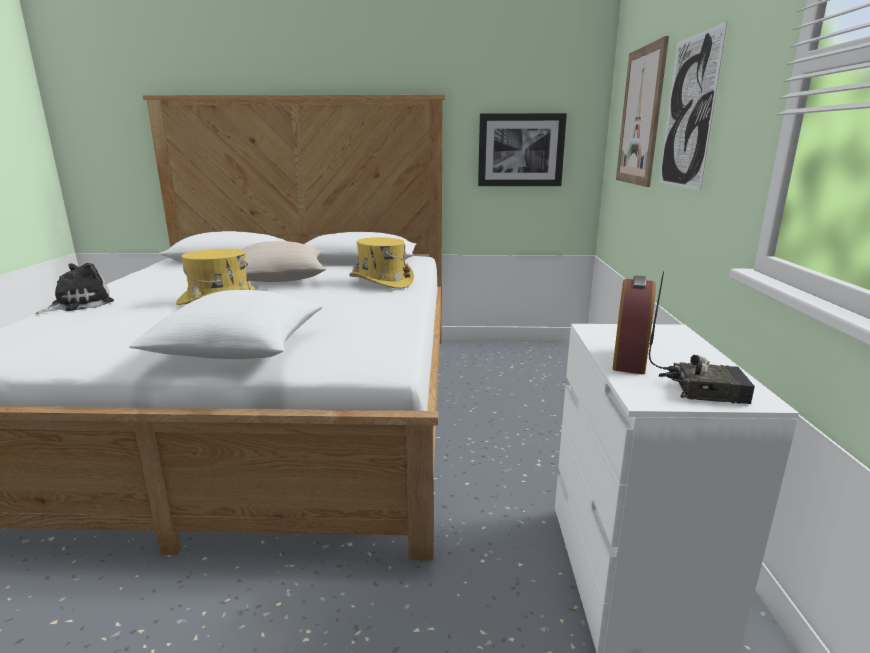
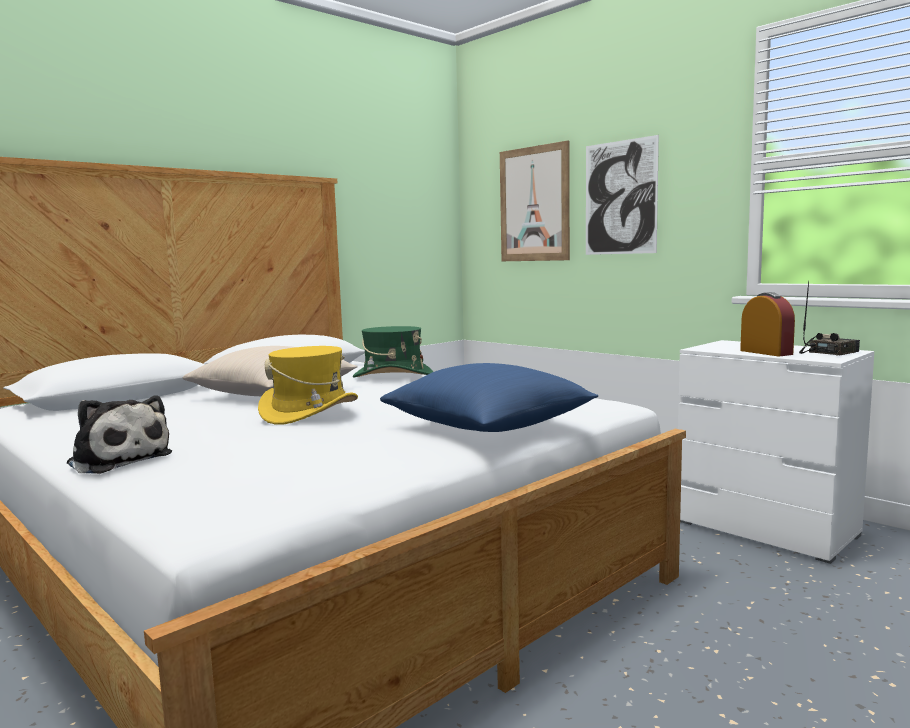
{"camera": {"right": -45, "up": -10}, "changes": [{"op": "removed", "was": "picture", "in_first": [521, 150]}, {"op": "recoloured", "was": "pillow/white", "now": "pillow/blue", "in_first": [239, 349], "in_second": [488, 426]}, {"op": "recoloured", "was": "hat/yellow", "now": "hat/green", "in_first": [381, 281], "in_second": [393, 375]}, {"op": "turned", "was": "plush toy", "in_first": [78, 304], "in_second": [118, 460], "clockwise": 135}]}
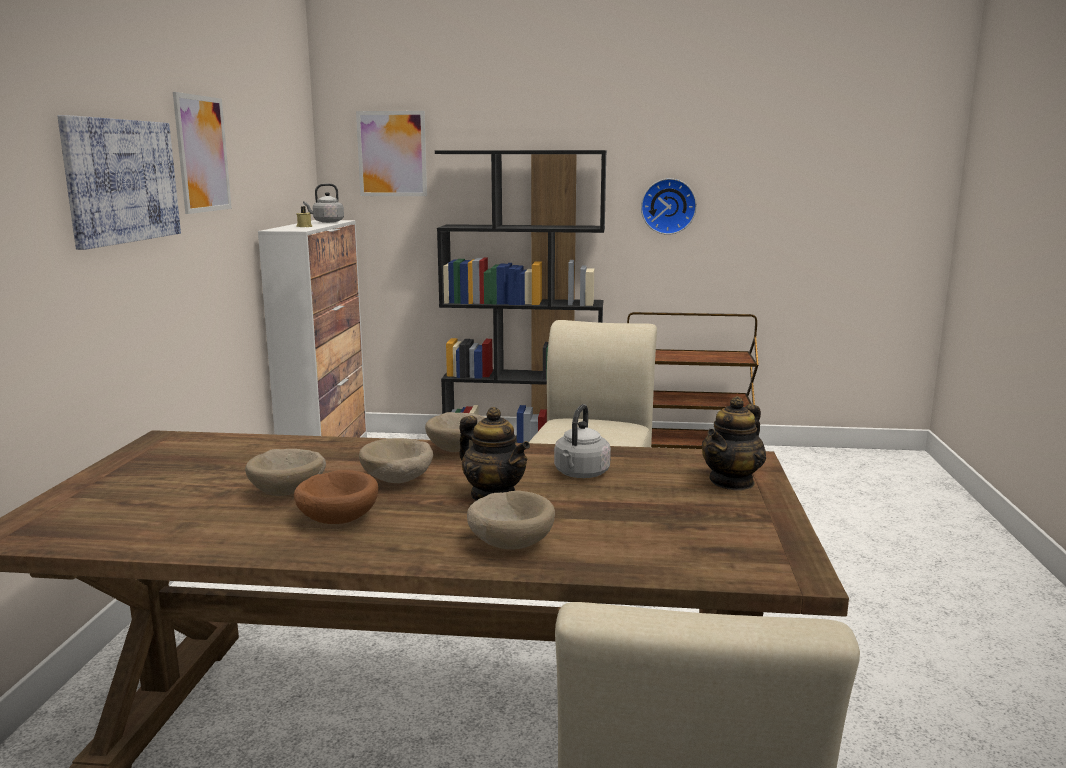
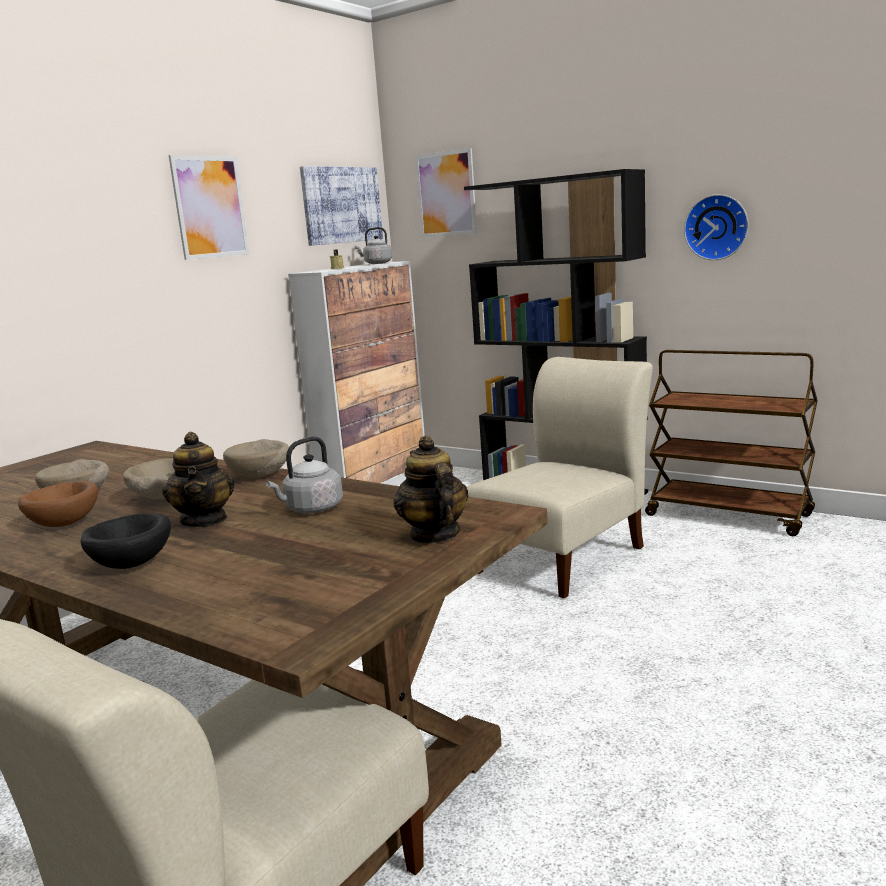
{"camera": {"right": 30, "up": 0}, "changes": [{"op": "moved", "was": "picture", "in_first": [121, 181], "in_second": [341, 205]}, {"op": "recoloured", "was": "bowl/beige", "now": "bowl/black", "in_first": [510, 543], "in_second": [133, 563]}, {"op": "turned", "was": "teapot", "in_first": [732, 482], "in_second": [433, 535], "clockwise": 90}]}
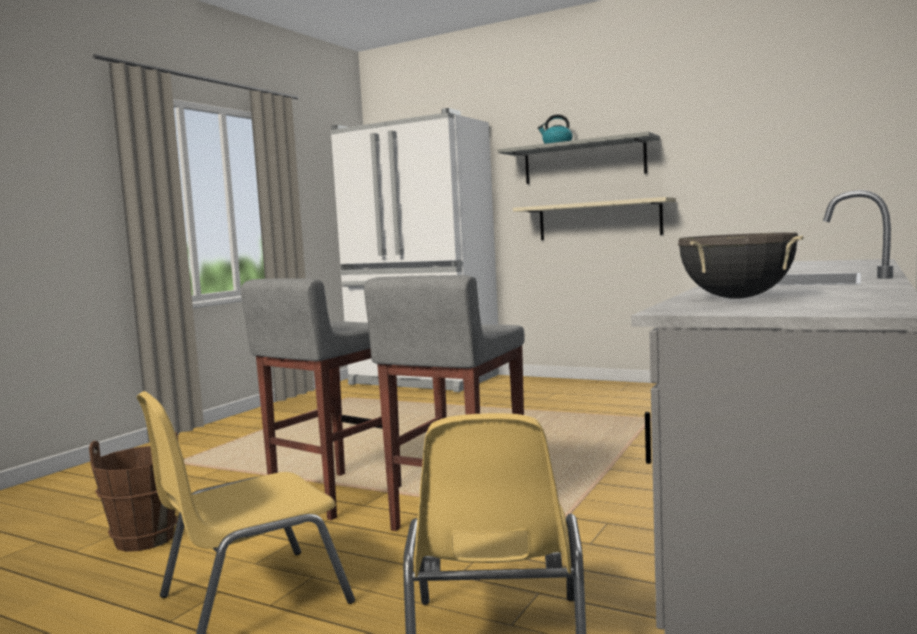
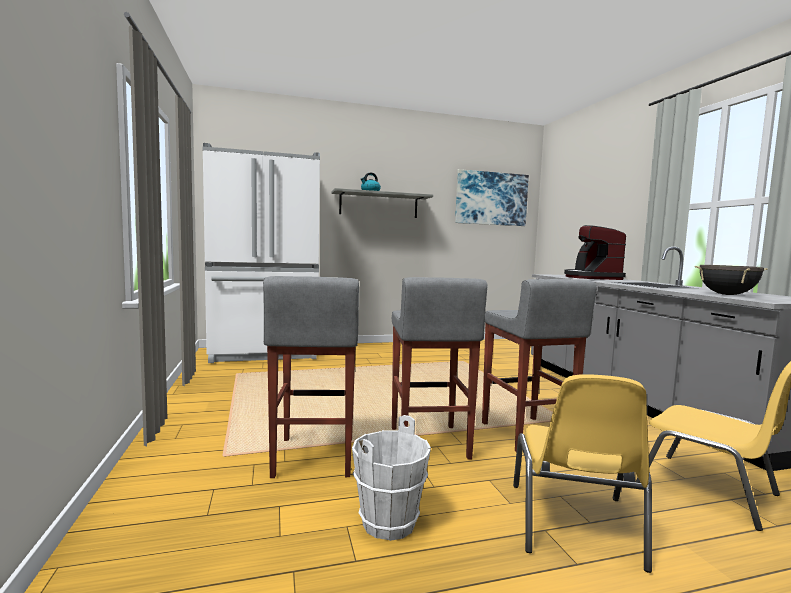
{"camera": {"right": -45, "up": 0}, "changes": [{"op": "removed", "was": "shelf/beige", "in_first": [599, 220]}, {"op": "added", "now": "stool/grey", "in_second": [313, 457]}, {"op": "added", "now": "picture", "in_second": [491, 198]}, {"op": "added", "now": "coffee machine", "in_second": [591, 278]}, {"op": "recoloured", "was": "bucket/brown", "now": "bucket/white", "in_first": [144, 540], "in_second": [389, 523]}]}
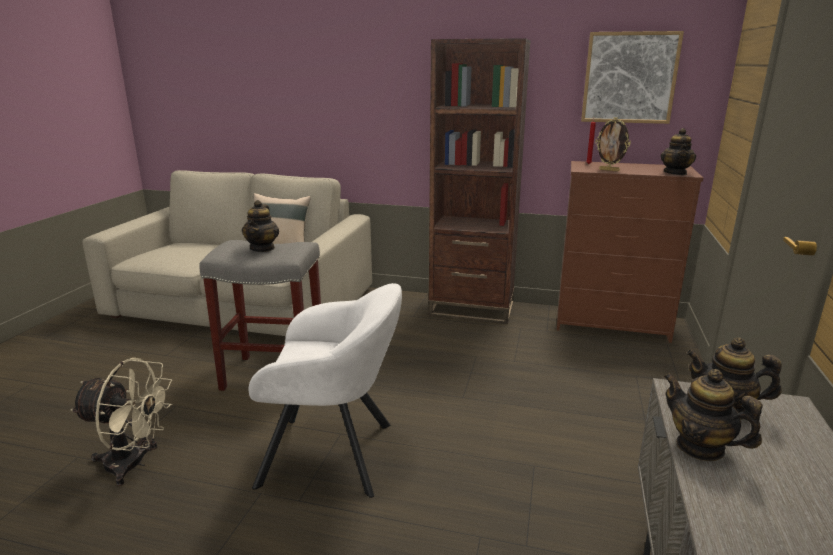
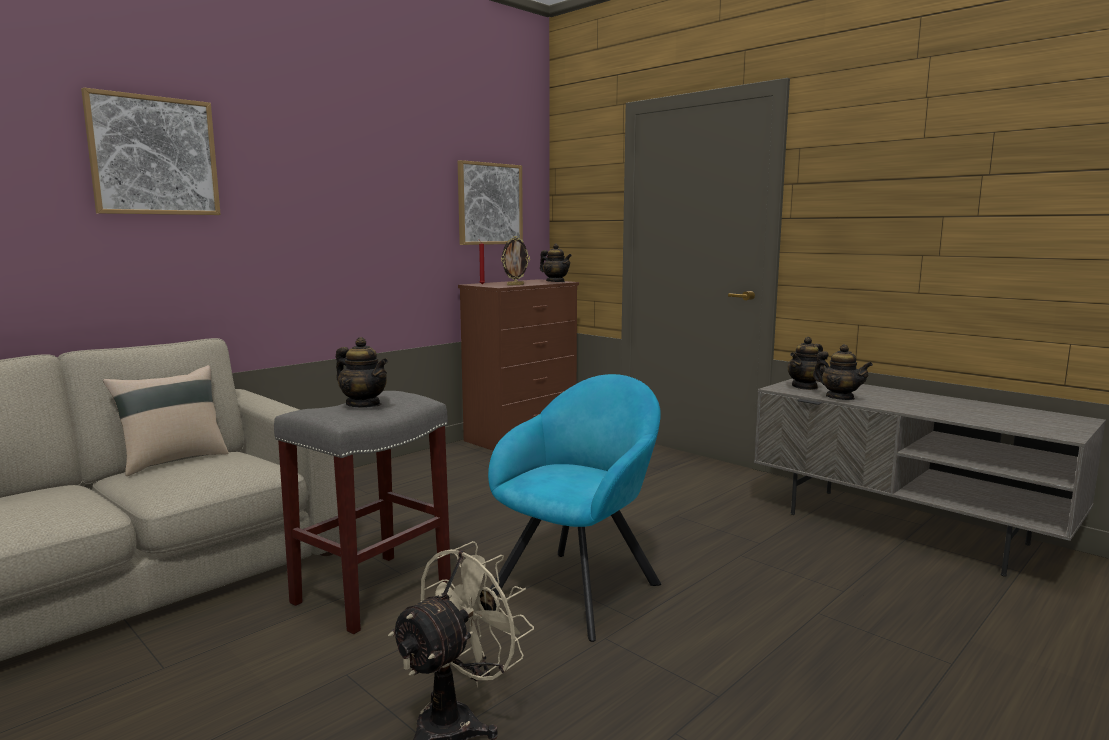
{"camera": {"right": -60, "up": -10}, "changes": [{"op": "removed", "was": "bookcase/brown", "in_first": [471, 309]}, {"op": "added", "now": "picture", "in_second": [154, 156]}, {"op": "recoloured", "was": "armchair/white", "now": "armchair/turquoise", "in_first": [335, 454], "in_second": [580, 587]}, {"op": "turned", "was": "teapot", "in_first": [700, 447], "in_second": [840, 398], "clockwise": -120}]}
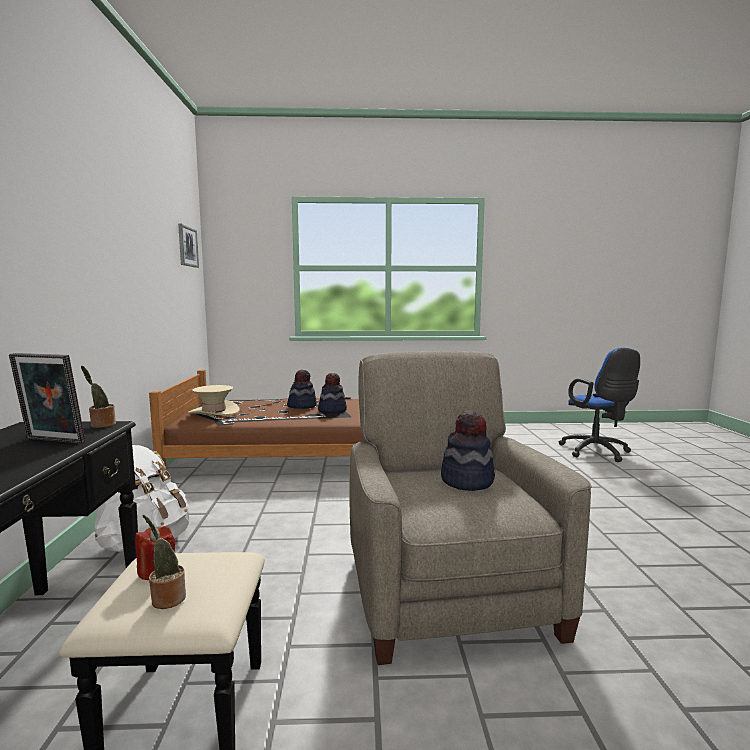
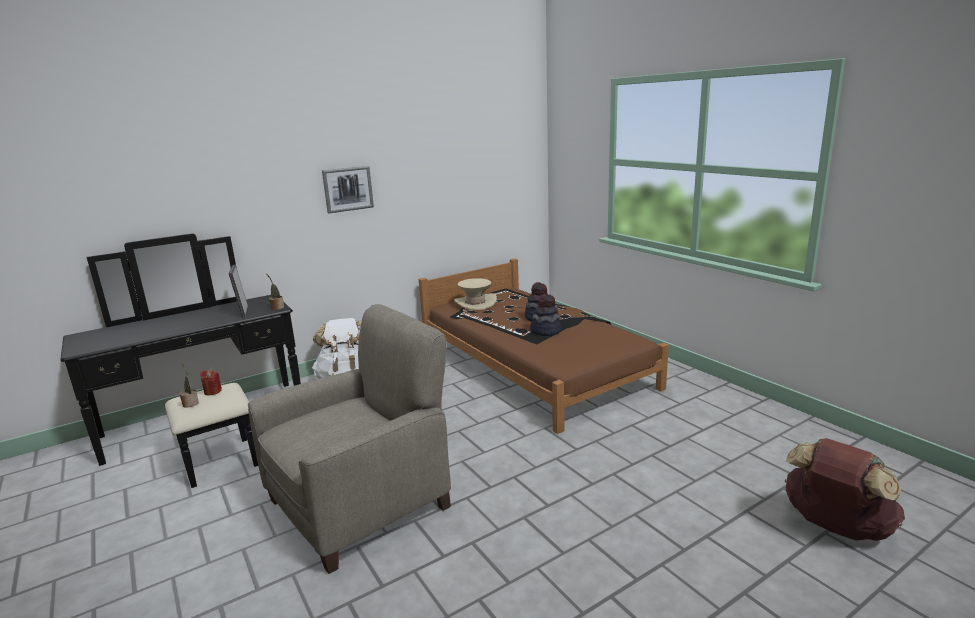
{"camera": {"right": 60, "up": 10}, "changes": [{"op": "removed", "was": "hat", "in_first": [467, 481]}, {"op": "moved", "was": "picture", "in_first": [187, 246], "in_second": [348, 189]}, {"op": "replaced", "was": "office chair/blue", "now": "backpack/brown", "in_first": [597, 452], "in_second": [835, 527]}]}
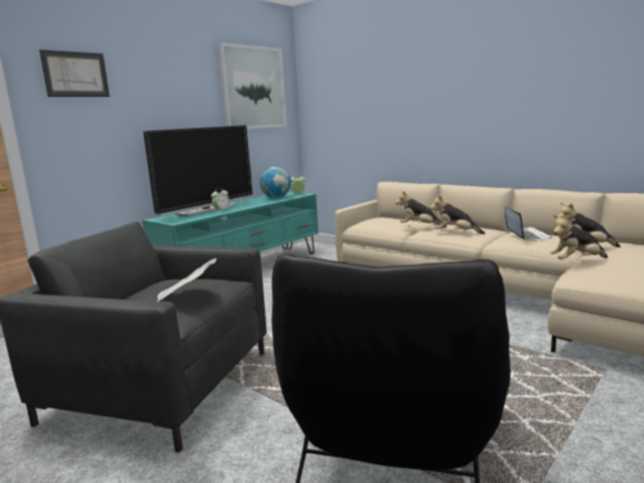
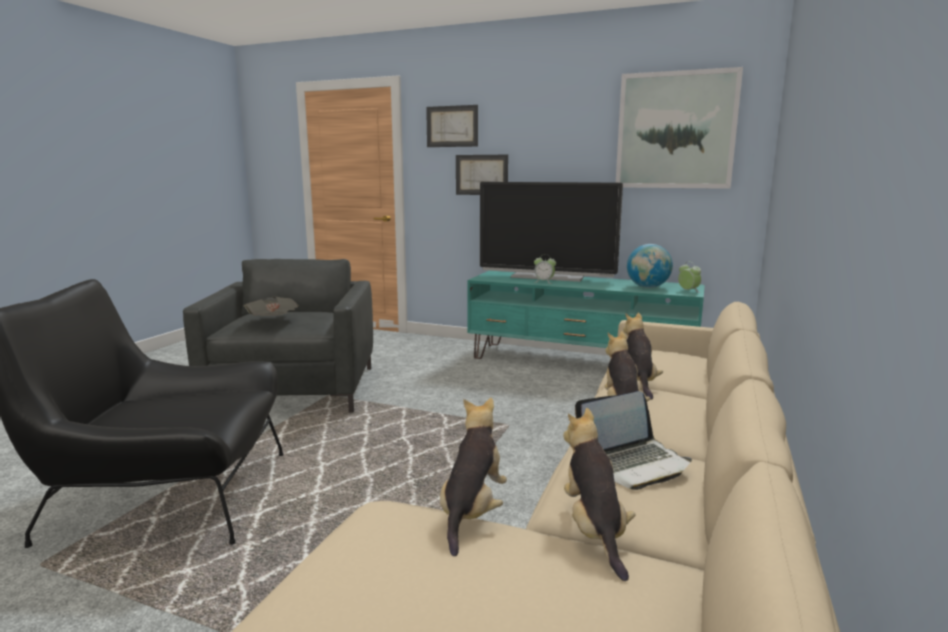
{"camera": {"right": 70, "up": 0}, "changes": [{"op": "added", "now": "picture", "in_second": [481, 175]}, {"op": "turned", "was": "plush toy", "in_first": [576, 261], "in_second": [472, 511], "clockwise": 45}]}
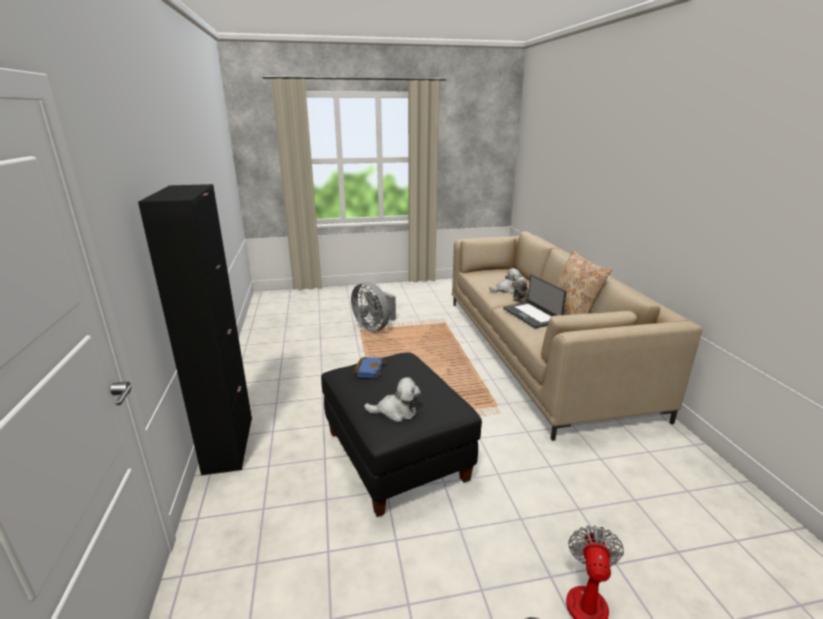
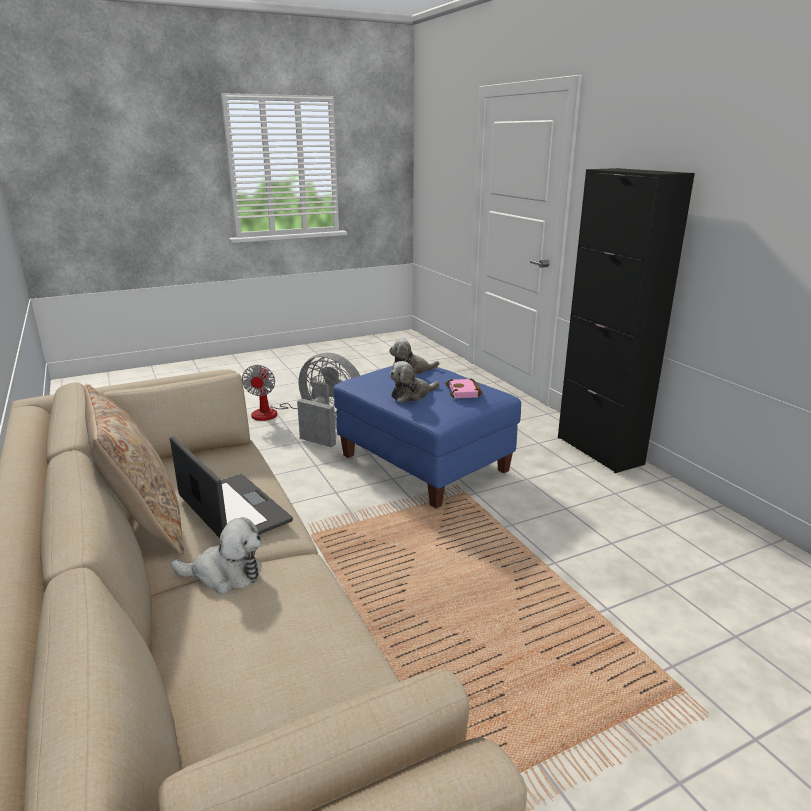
{"camera": {"right": 165, "up": 0}, "changes": [{"op": "moved", "was": "fan/grey", "in_first": [374, 327], "in_second": [329, 427]}, {"op": "moved", "was": "plush toy", "in_first": [506, 290], "in_second": [412, 395]}, {"op": "recoloured", "was": "ottoman/black", "now": "ottoman/blue", "in_first": [396, 456], "in_second": [424, 464]}, {"op": "recoloured", "was": "book/blue", "now": "book/pink", "in_first": [369, 369], "in_second": [465, 392]}]}
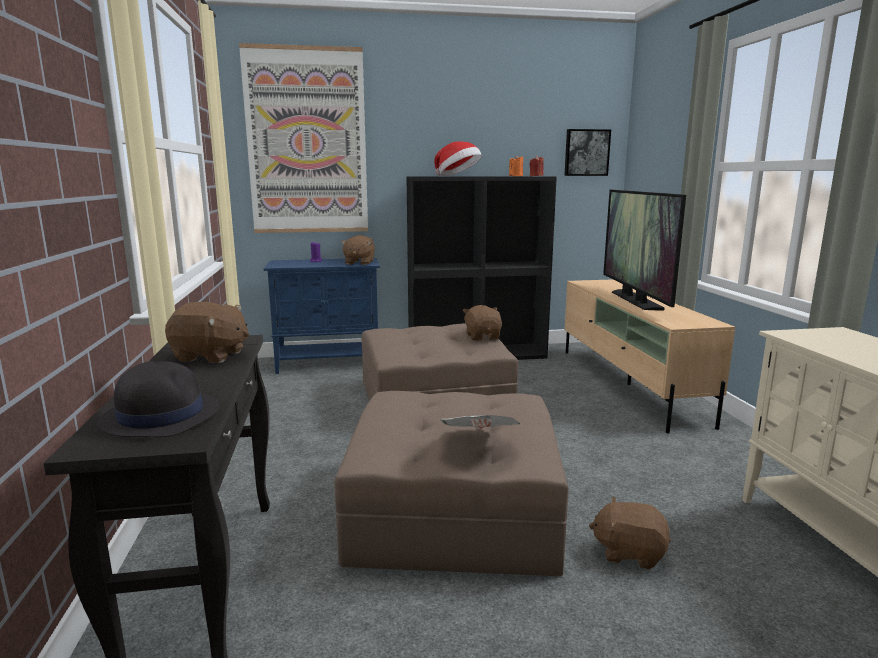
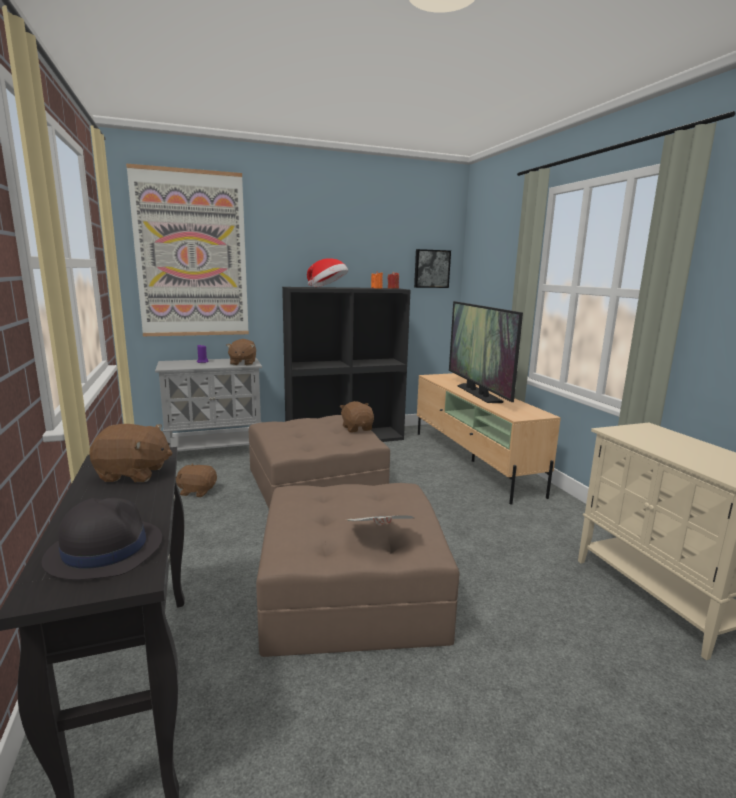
{"camera": {"right": -10, "up": 0}, "changes": [{"op": "moved", "was": "plush toy/brown", "in_first": [629, 552], "in_second": [197, 491]}, {"op": "recoloured", "was": "cabinet/blue", "now": "cabinet/grey", "in_first": [329, 363], "in_second": [216, 452]}]}
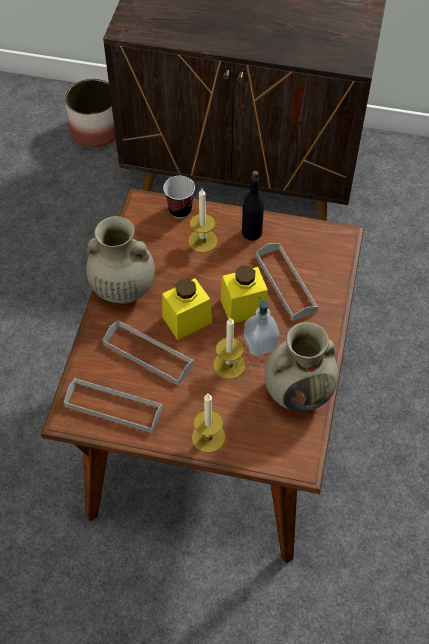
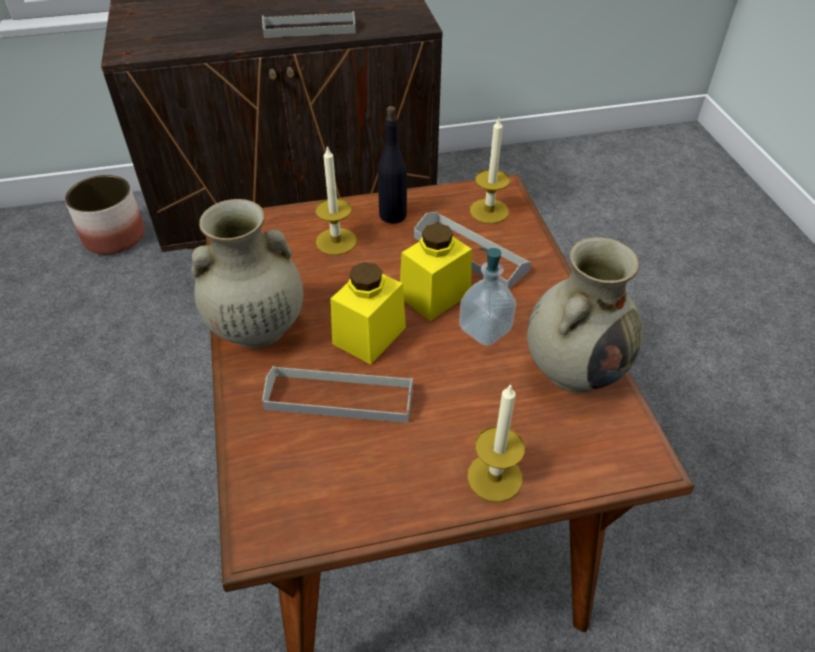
{"camera": {"right": -25, "up": -10}, "changes": [{"op": "removed", "was": "cup", "in_first": [180, 210]}, {"op": "moved", "was": "tray/grey", "in_first": [113, 407], "in_second": [309, 29]}, {"op": "moved", "was": "candle", "in_first": [229, 365], "in_second": [489, 211]}]}
